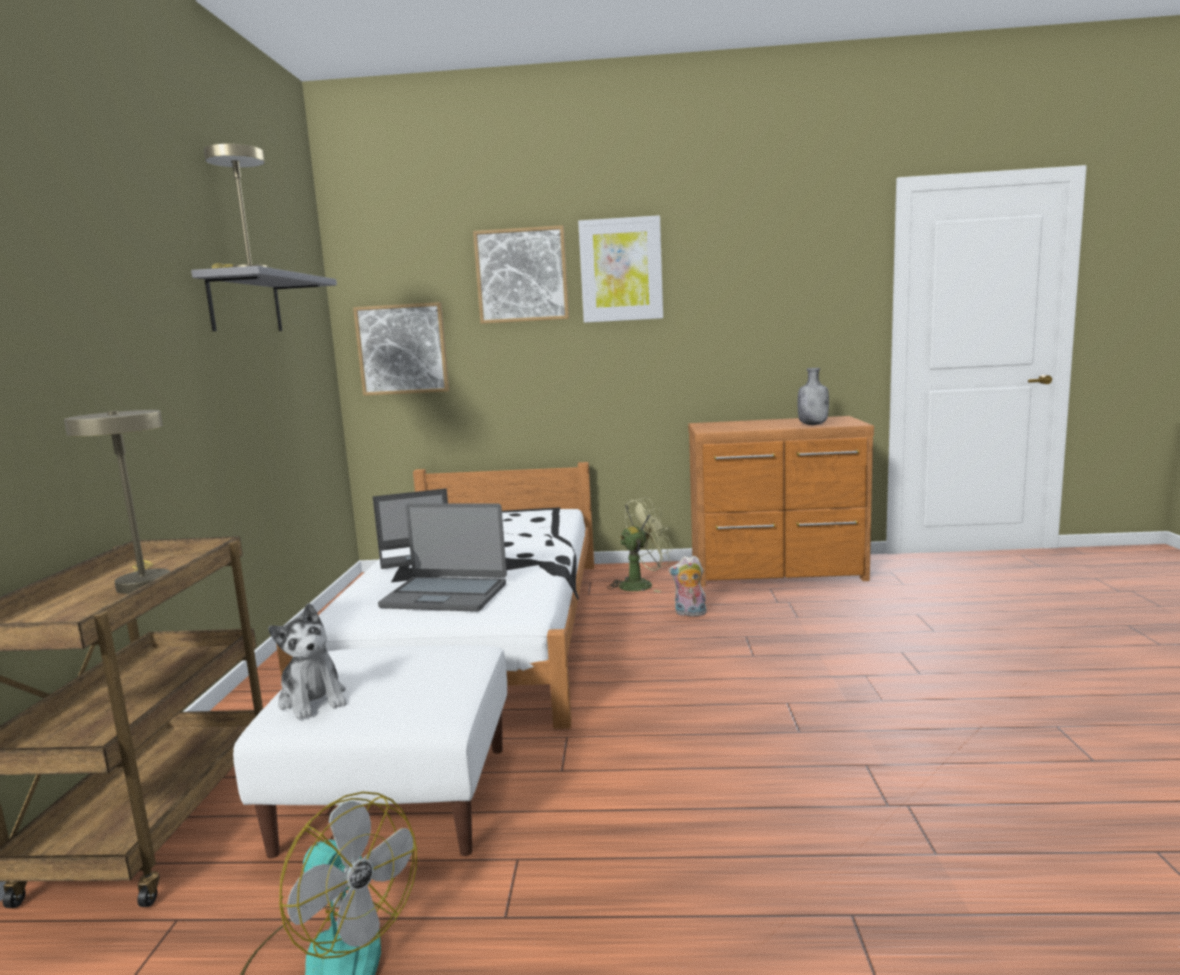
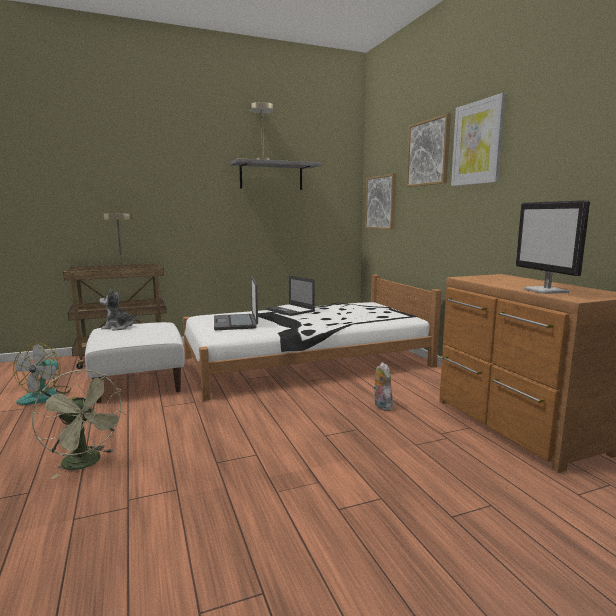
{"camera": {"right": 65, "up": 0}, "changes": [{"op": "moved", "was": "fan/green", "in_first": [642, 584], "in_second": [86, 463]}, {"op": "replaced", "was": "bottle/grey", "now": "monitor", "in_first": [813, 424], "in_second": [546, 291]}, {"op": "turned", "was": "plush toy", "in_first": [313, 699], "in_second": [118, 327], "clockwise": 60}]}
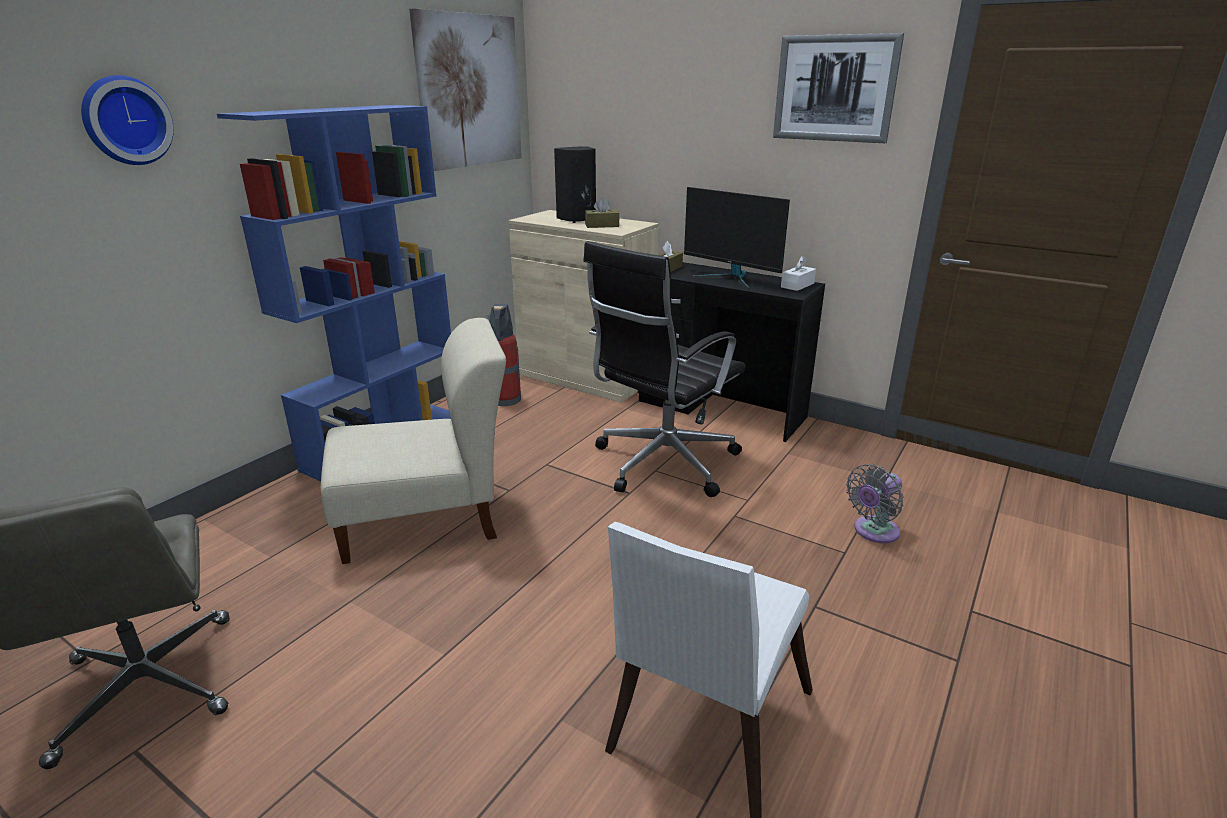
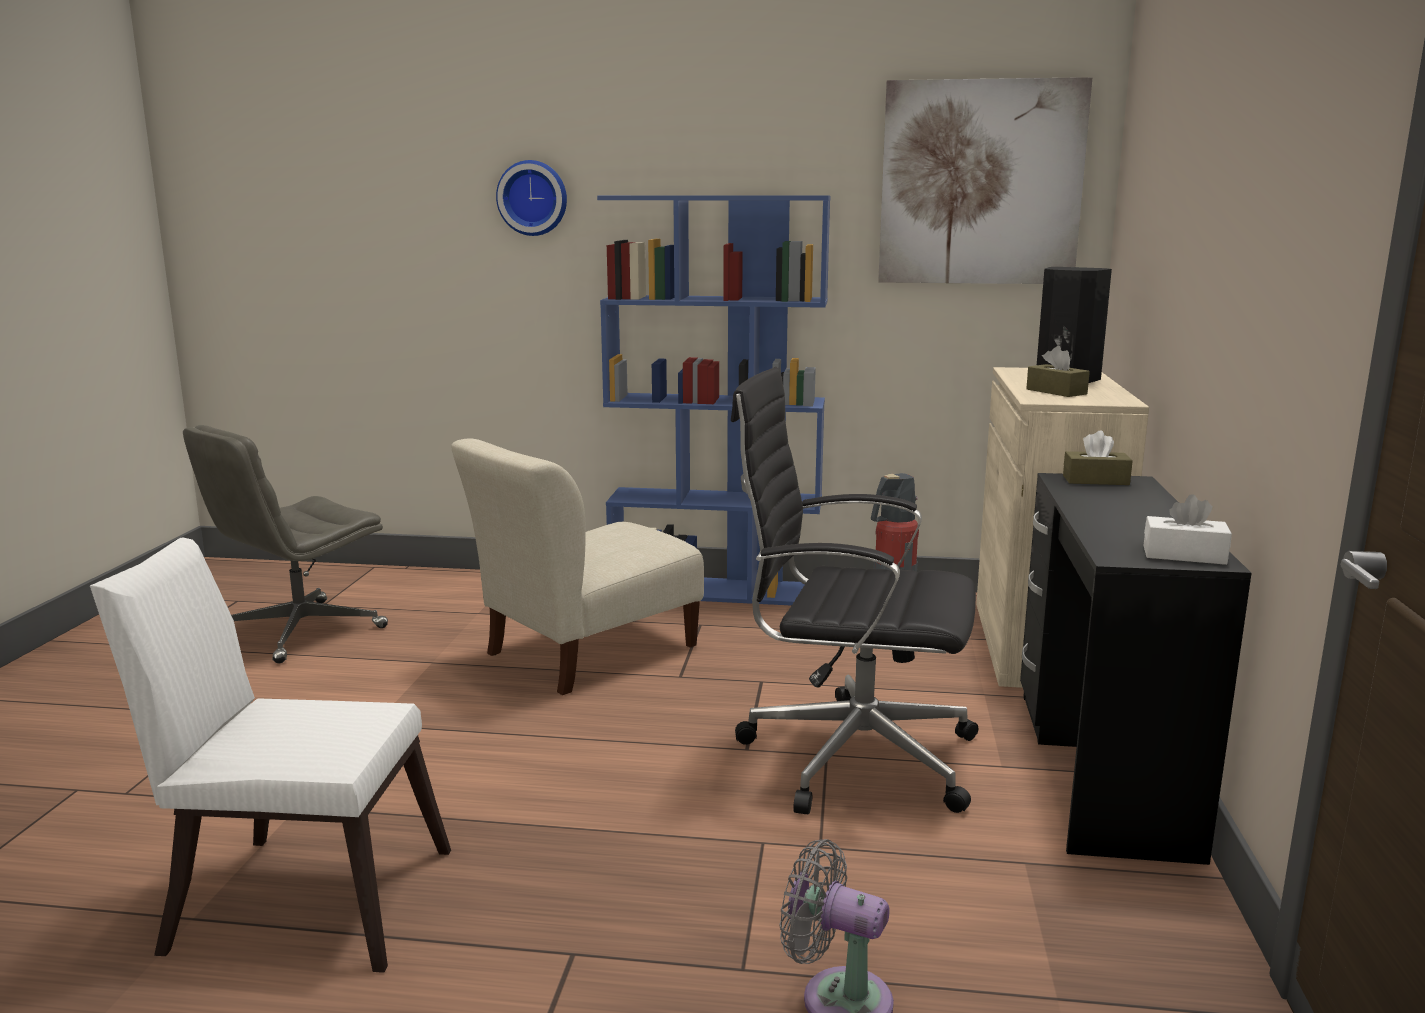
{"camera": {"right": 65, "up": -10}, "changes": [{"op": "removed", "was": "monitor", "in_first": [731, 279]}, {"op": "removed", "was": "picture", "in_first": [835, 89]}, {"op": "turned", "was": "chair/beige", "in_first": [426, 519], "in_second": [585, 653], "clockwise": 90}]}
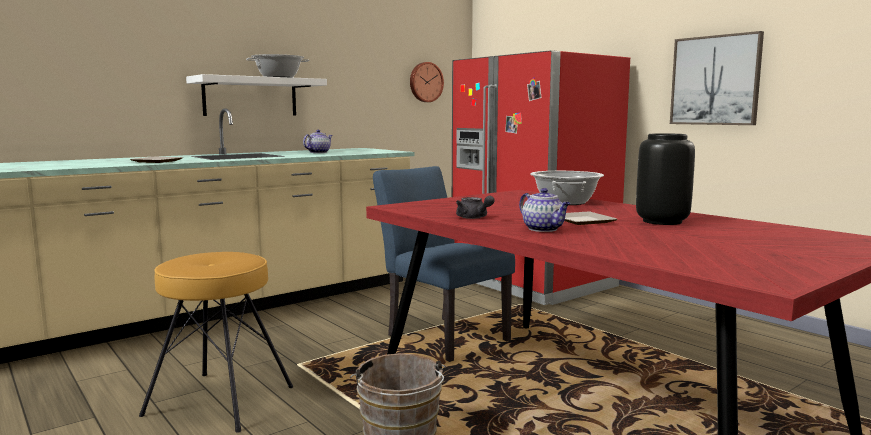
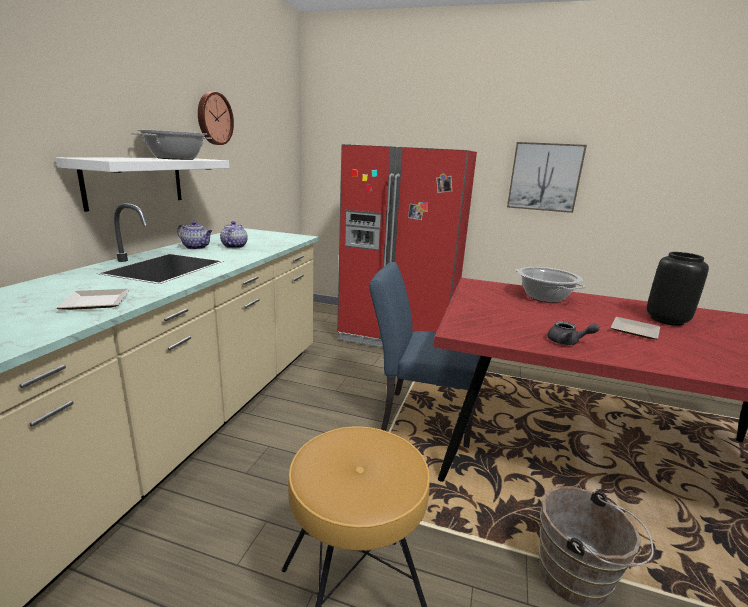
{"camera": {"right": -35, "up": 10}, "changes": [{"op": "moved", "was": "wall clock", "in_first": [425, 82], "in_second": [214, 118]}, {"op": "moved", "was": "teapot", "in_first": [544, 229], "in_second": [196, 247]}]}
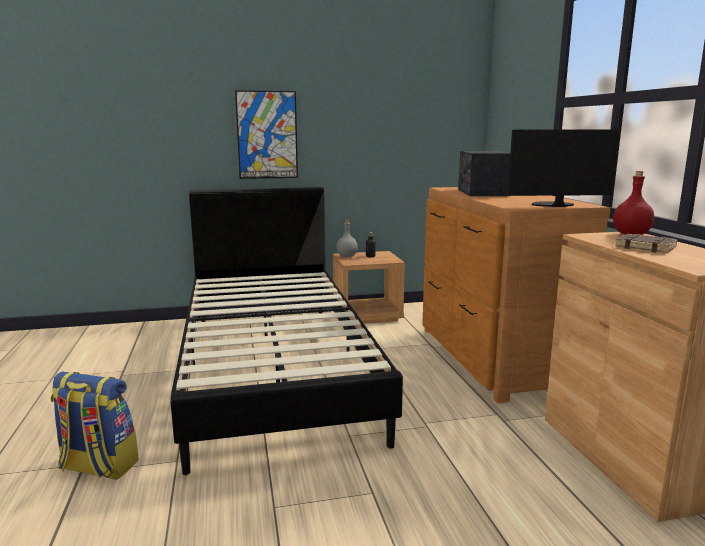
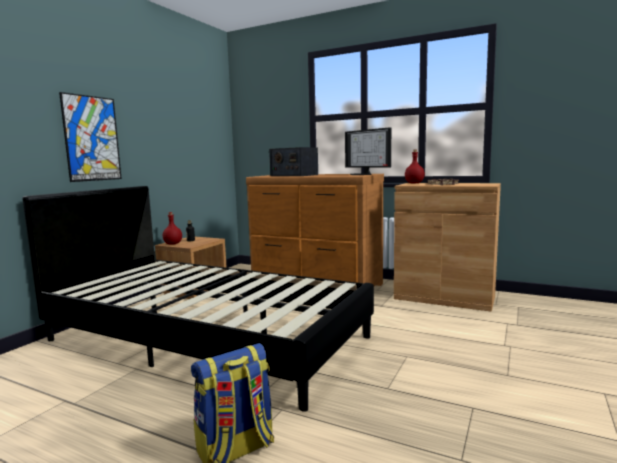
{"camera": {"right": -50, "up": -5}, "changes": [{"op": "recoloured", "was": "bottle/grey", "now": "bottle/red", "in_first": [347, 256], "in_second": [173, 244]}, {"op": "turned", "was": "monitor", "in_first": [553, 205], "in_second": [362, 174], "clockwise": -75}]}
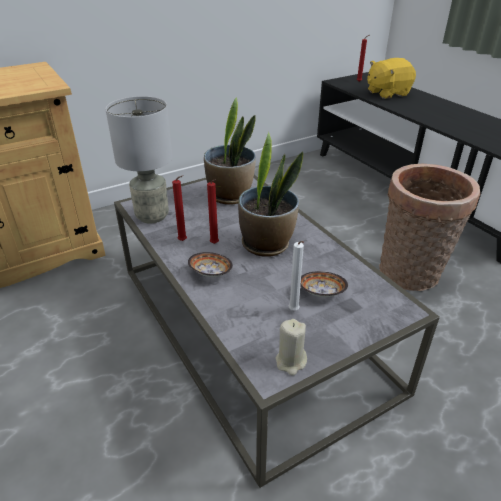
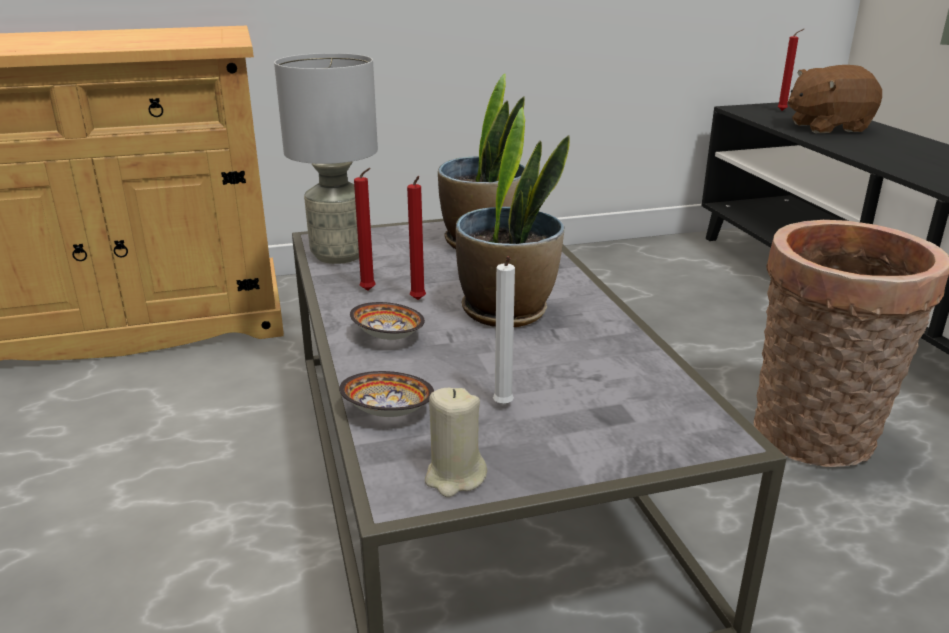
{"camera": {"right": 15, "up": -10}, "changes": [{"op": "moved", "was": "bowl", "in_first": [321, 293], "in_second": [387, 412]}, {"op": "recoloured", "was": "plush toy/yellow", "now": "plush toy/brown", "in_first": [387, 93], "in_second": [827, 127]}]}
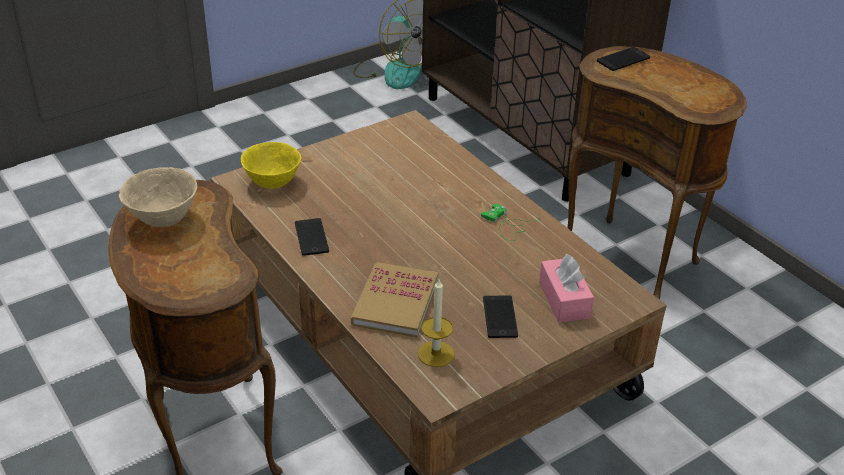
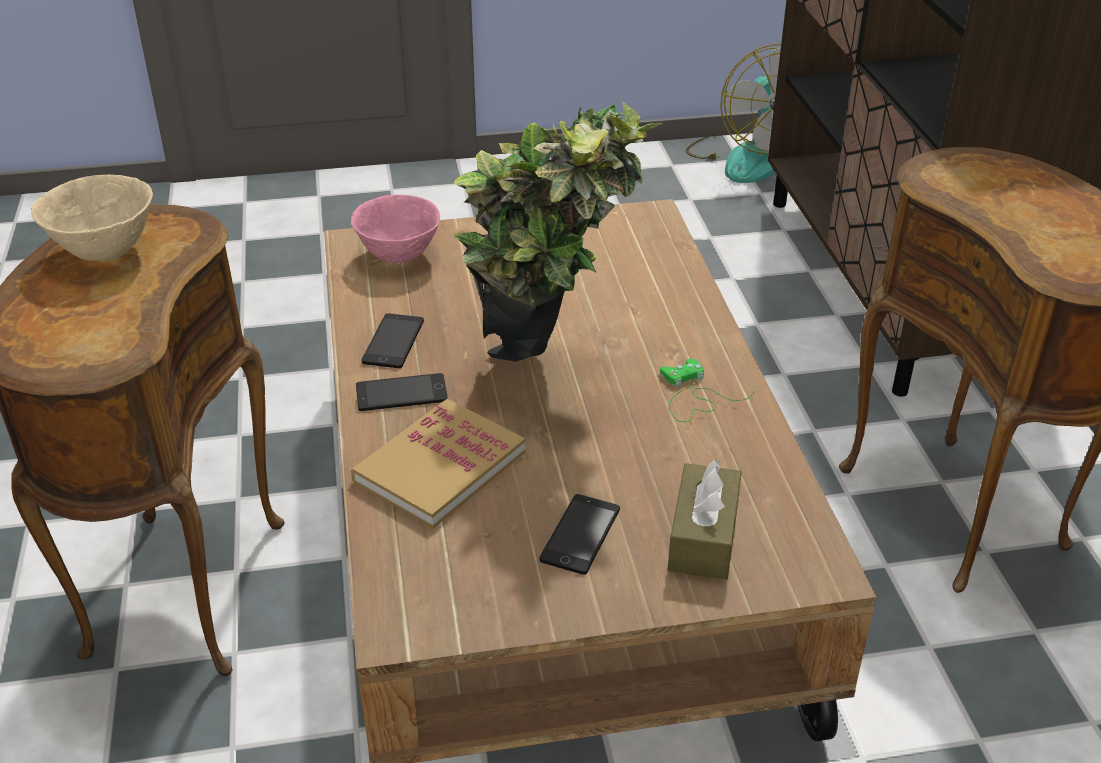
{"camera": {"right": 25, "up": 0}, "changes": [{"op": "removed", "was": "candle", "in_first": [436, 354]}, {"op": "added", "now": "potted plant", "in_second": [552, 378]}, {"op": "moved", "was": "phone", "in_first": [623, 60], "in_second": [401, 393]}, {"op": "recoloured", "was": "bowl/yellow", "now": "bowl/pink", "in_first": [273, 182], "in_second": [399, 255]}, {"op": "recoloured", "was": "tissue box/pink", "now": "tissue box/brown", "in_first": [564, 300], "in_second": [703, 537]}]}
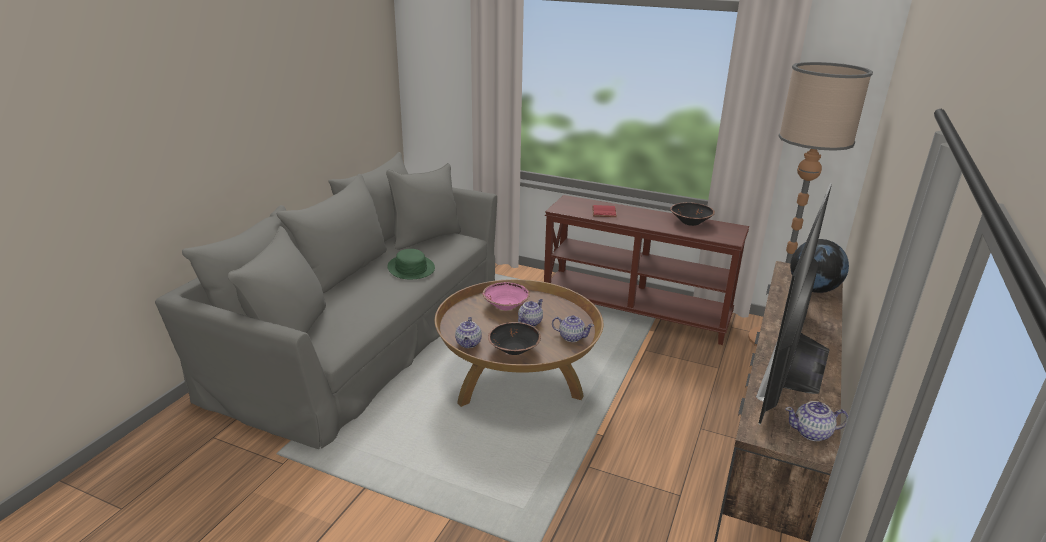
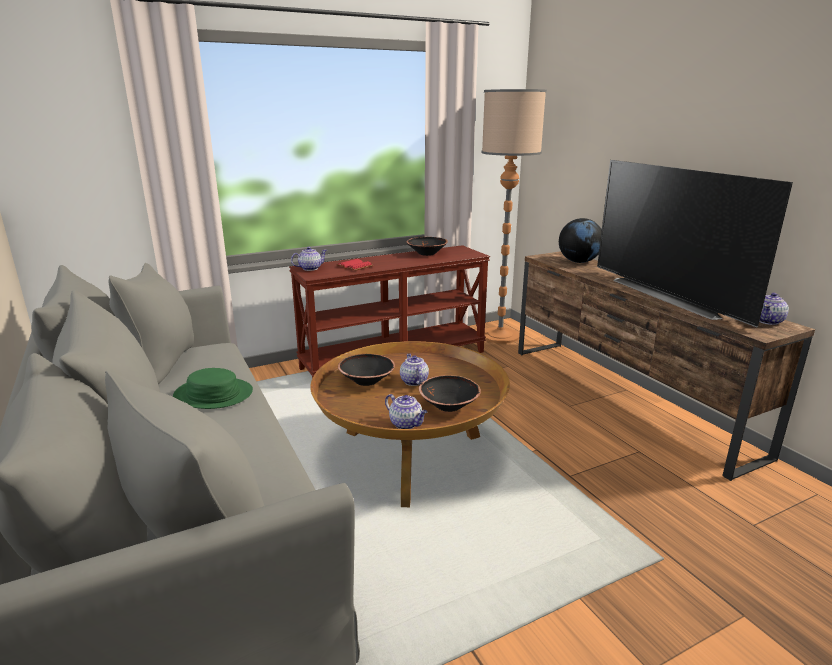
{"camera": {"right": -50, "up": -5}, "changes": [{"op": "moved", "was": "teapot", "in_first": [571, 337], "in_second": [310, 268]}, {"op": "recoloured", "was": "bowl/pink", "now": "bowl/black", "in_first": [505, 305], "in_second": [366, 380]}]}
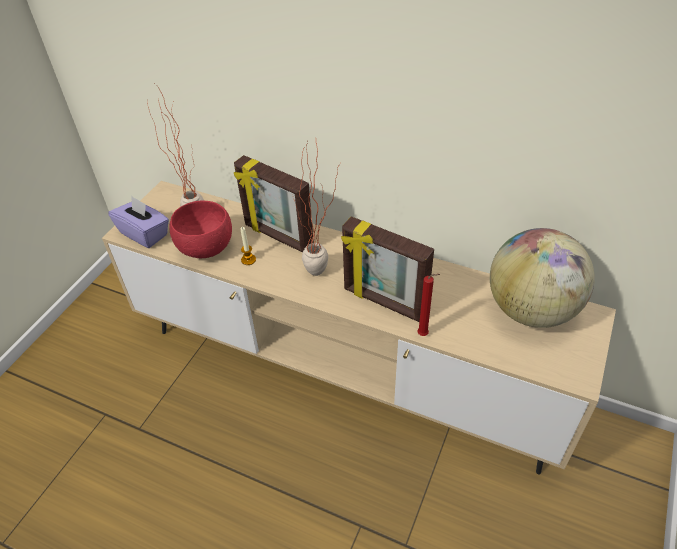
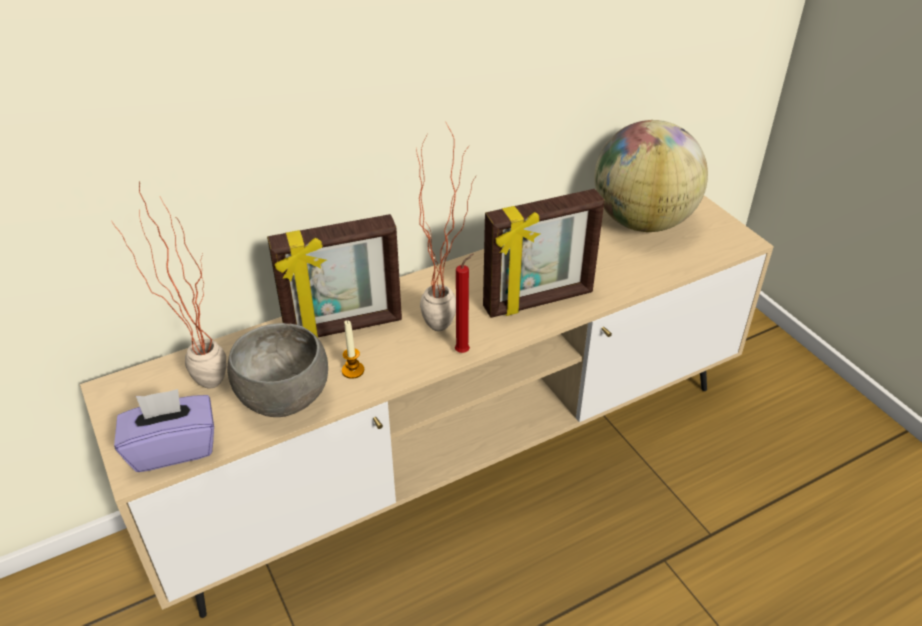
{"camera": {"right": -55, "up": -5}, "changes": [{"op": "moved", "was": "candle/red", "in_first": [424, 335], "in_second": [464, 351]}, {"op": "recoloured", "was": "bowl/red", "now": "bowl/grey", "in_first": [207, 249], "in_second": [285, 398]}]}
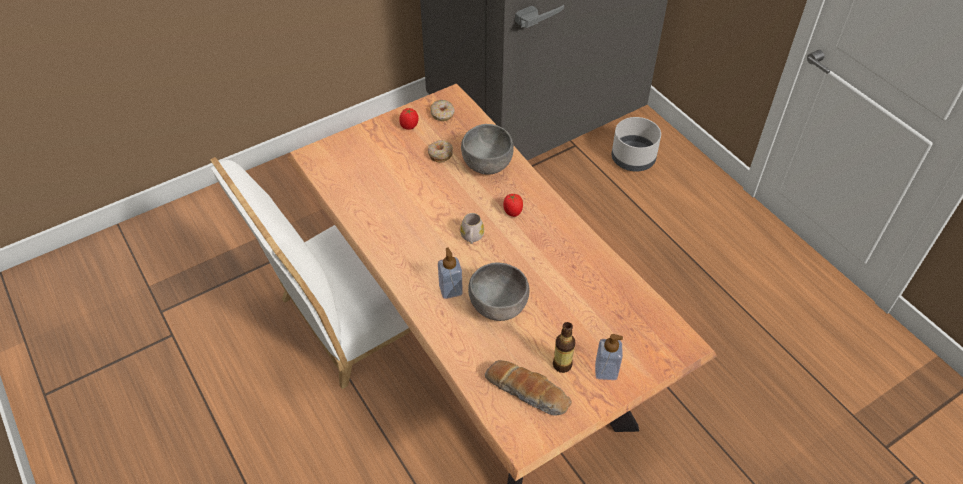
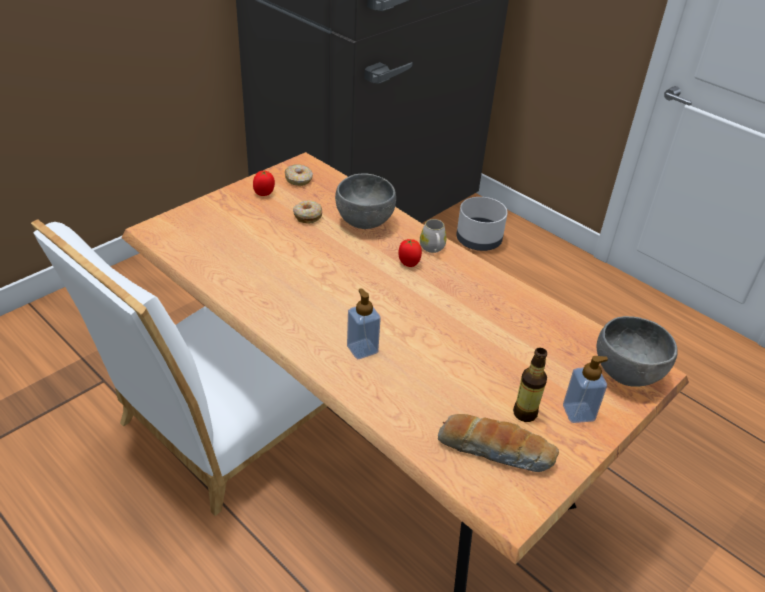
{"camera": {"right": -15, "up": -10}, "changes": [{"op": "moved", "was": "mug/white", "in_first": [472, 238], "in_second": [433, 249]}, {"op": "moved", "was": "bowl/grey", "in_first": [499, 308], "in_second": [627, 374]}]}
